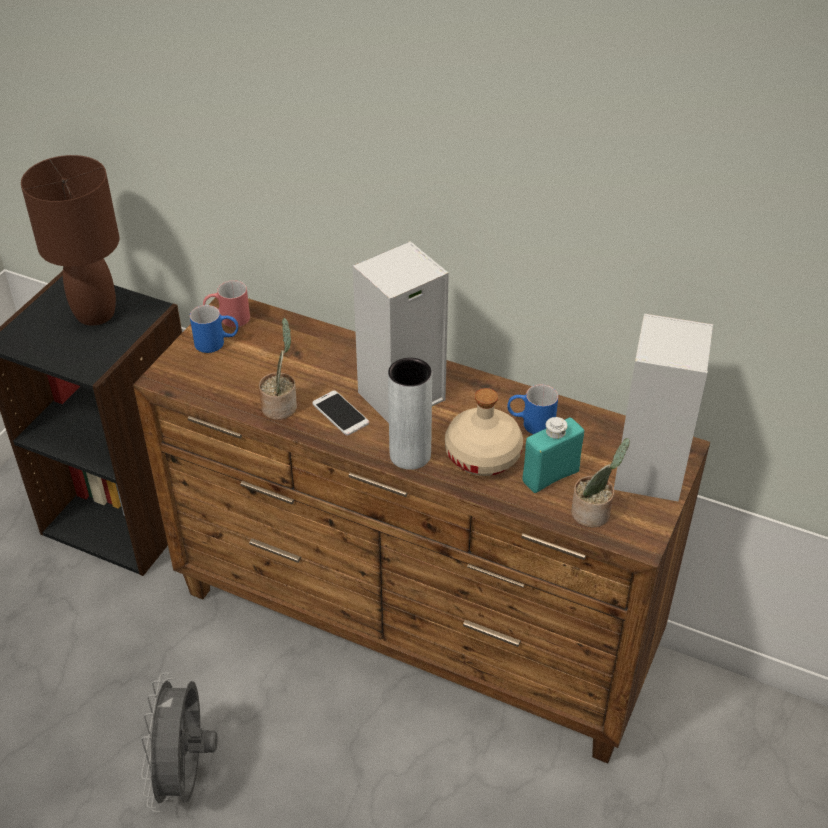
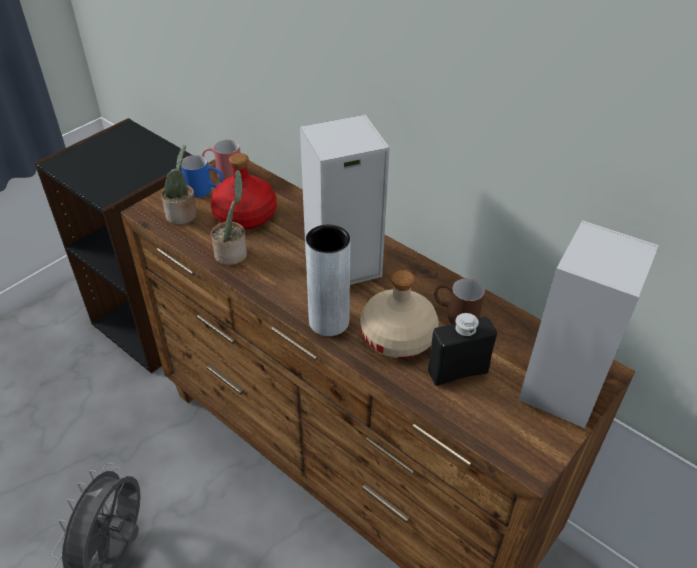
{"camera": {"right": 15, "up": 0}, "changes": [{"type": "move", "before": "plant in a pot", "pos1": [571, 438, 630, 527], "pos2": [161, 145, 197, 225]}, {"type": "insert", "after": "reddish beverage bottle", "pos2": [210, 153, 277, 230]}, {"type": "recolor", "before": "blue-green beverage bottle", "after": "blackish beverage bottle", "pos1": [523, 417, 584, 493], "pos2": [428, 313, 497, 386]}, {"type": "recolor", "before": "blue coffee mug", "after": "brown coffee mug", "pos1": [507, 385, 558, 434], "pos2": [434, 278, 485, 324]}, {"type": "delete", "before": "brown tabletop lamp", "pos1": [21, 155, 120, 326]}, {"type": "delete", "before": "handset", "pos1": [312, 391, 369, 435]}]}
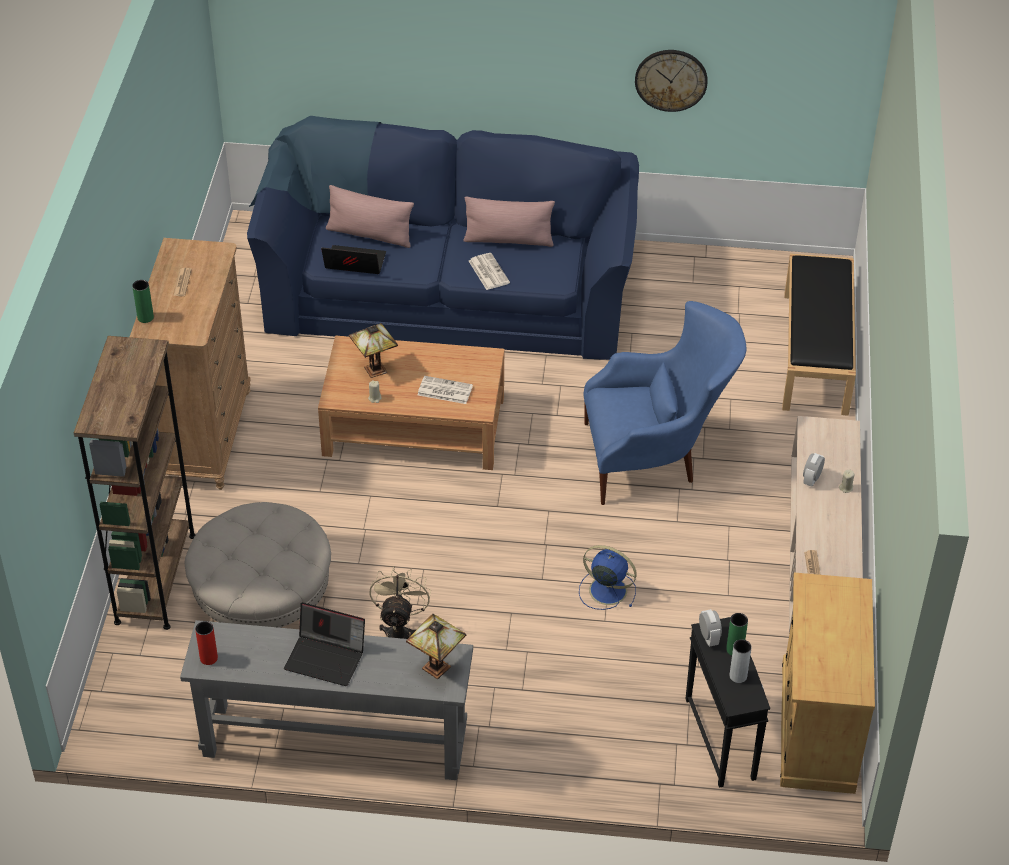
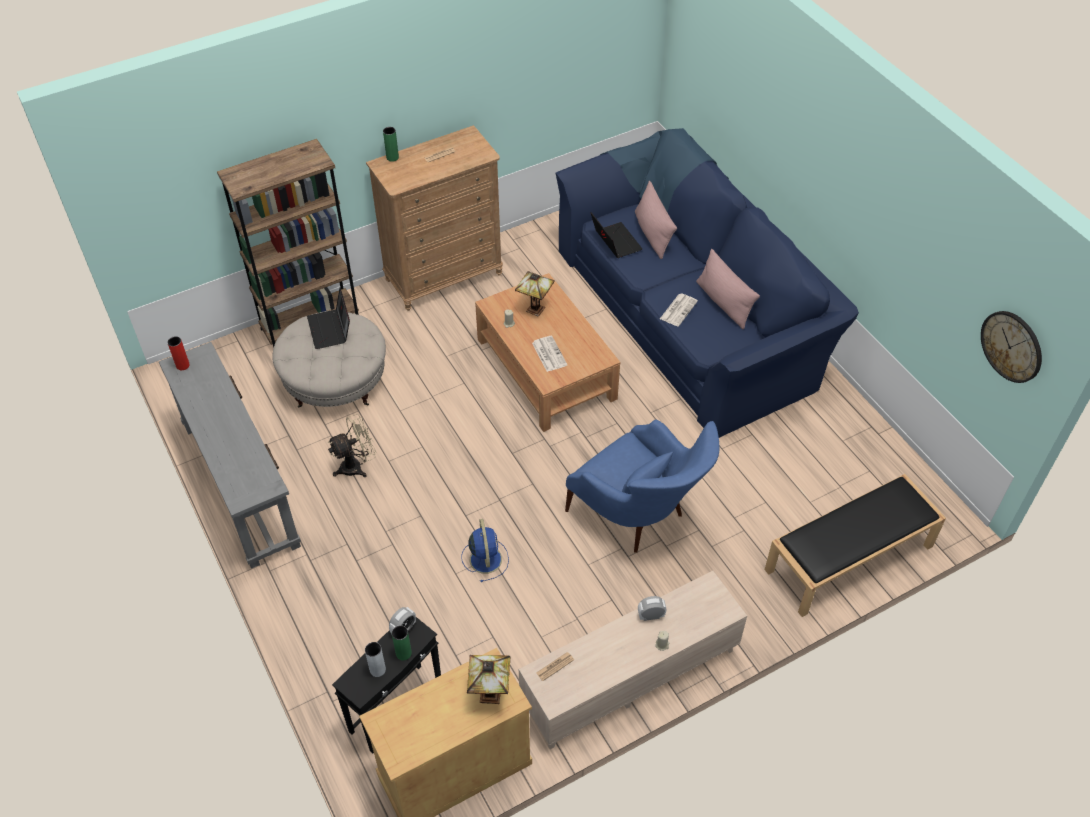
{"camera": {"right": 55, "up": 5}, "changes": [{"type": "move", "before": "laptop", "pos1": [284, 602, 365, 686], "pos2": [307, 288, 350, 349]}, {"type": "move", "before": "tabletop lamp", "pos1": [406, 614, 466, 679], "pos2": [467, 655, 510, 704]}, {"type": "move", "before": "hanging clock", "pos1": [635, 50, 708, 112], "pos2": [981, 311, 1042, 383]}]}
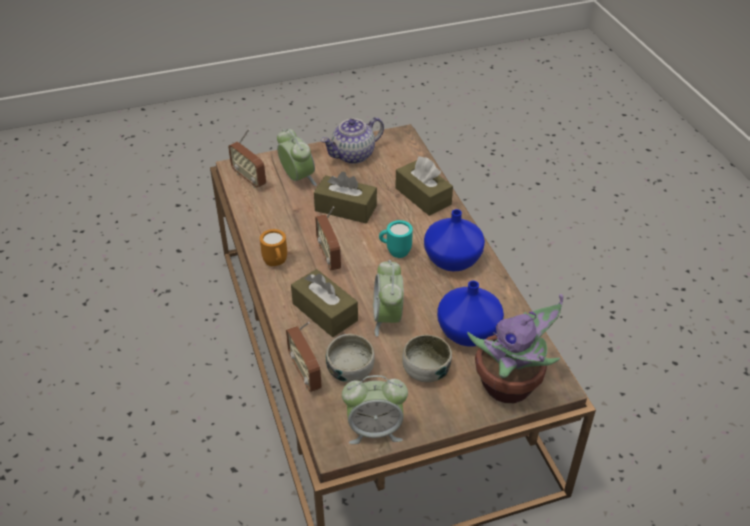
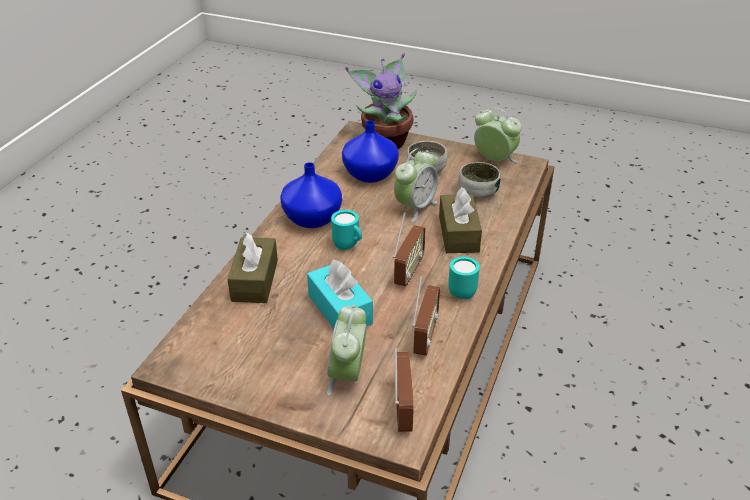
{"camera": {"right": -140, "up": -5}, "changes": [{"type": "recolor", "before": "brown box of tissues", "after": "blue-green box of tissues", "pos1": [314, 172, 377, 223], "pos2": [307, 259, 373, 329]}, {"type": "move", "before": "radio set", "pos1": [286, 322, 322, 392], "pos2": [412, 275, 440, 356]}, {"type": "recolor", "before": "orange-coloured coffee mug", "after": "blue-green coffee mug", "pos1": [260, 229, 287, 266], "pos2": [448, 256, 480, 299]}, {"type": "delete", "before": "tea pot", "pos1": [321, 117, 384, 164]}]}
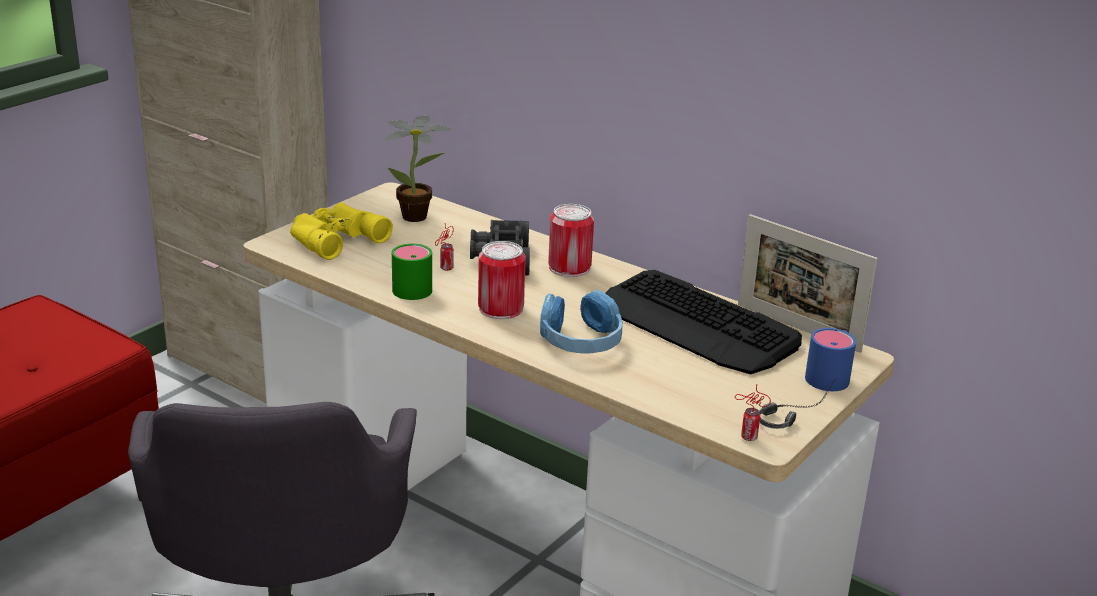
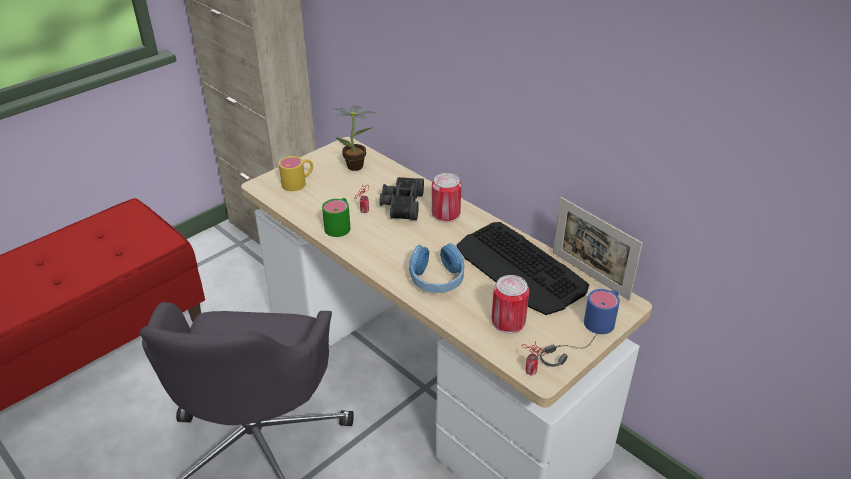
{"camera": {"right": 10, "up": 10}, "changes": [{"type": "replace", "before": "yellow-coloured pair of binoculars", "after": "yellow-coloured coffee mug", "pos1": [290, 202, 393, 260], "pos2": [279, 156, 313, 191]}, {"type": "move", "before": "metal can", "pos1": [478, 241, 526, 319], "pos2": [491, 275, 529, 333]}]}
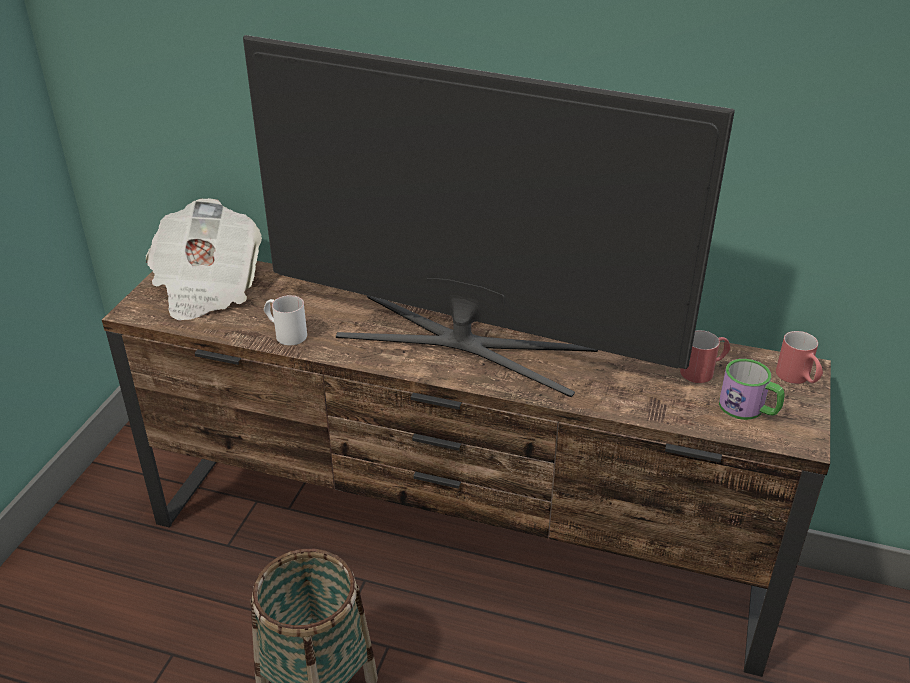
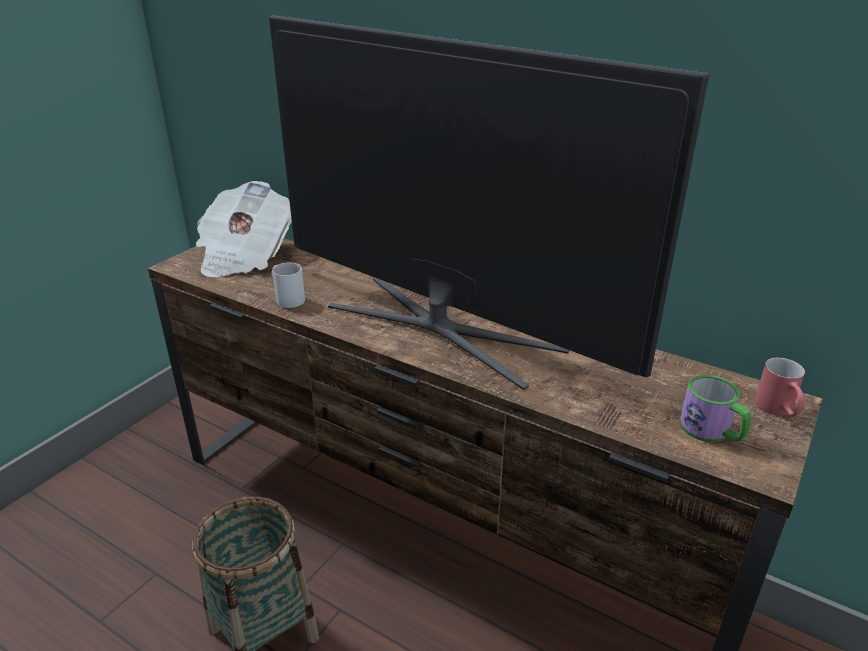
{"camera": {"right": 15, "up": -5}, "changes": [{"type": "delete", "before": "reddish coffee mug", "pos1": [680, 330, 730, 383]}]}
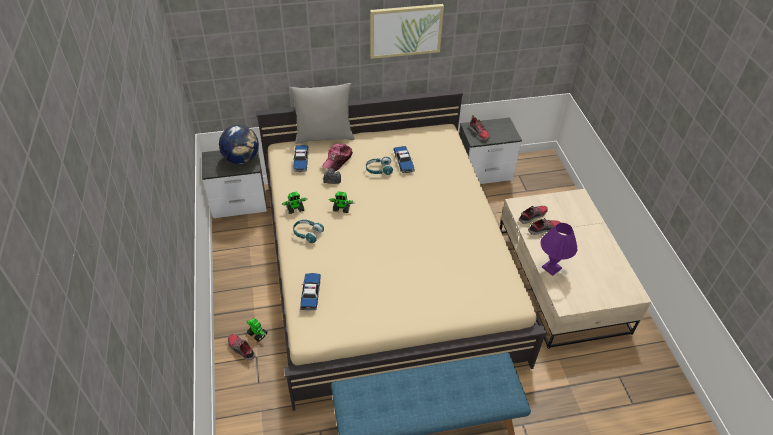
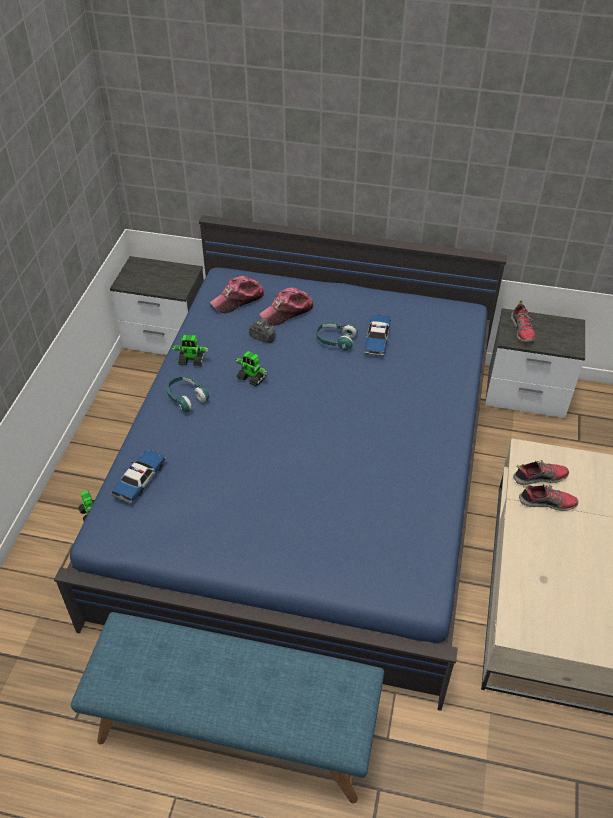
{"camera": {"right": 25, "up": 0}, "changes": [{"type": "recolor", "before": "beige bed", "after": "blue bed", "pos1": [256, 89, 546, 411], "pos2": [54, 215, 507, 711]}, {"type": "replace", "before": "miniature car", "after": "peaked cap", "pos1": [294, 145, 308, 172], "pos2": [210, 276, 265, 313]}, {"type": "delete", "before": "world globe", "pos1": [219, 125, 259, 164]}, {"type": "delete", "before": "shoe", "pos1": [228, 334, 256, 361]}, {"type": "delete", "before": "grey throw pillow", "pos1": [290, 83, 355, 144]}, {"type": "delete", "before": "wall picture", "pos1": [370, 4, 444, 59]}, {"type": "delete", "before": "purple-coloured tabletop lamp", "pos1": [541, 223, 578, 276]}]}
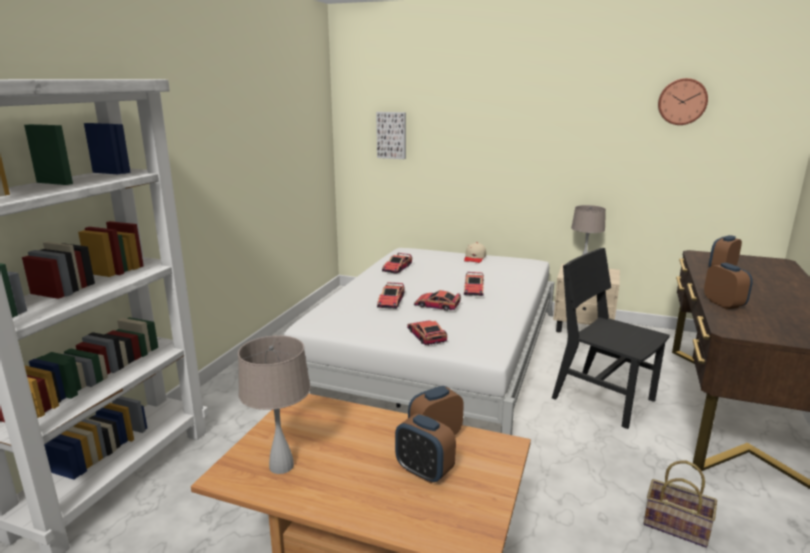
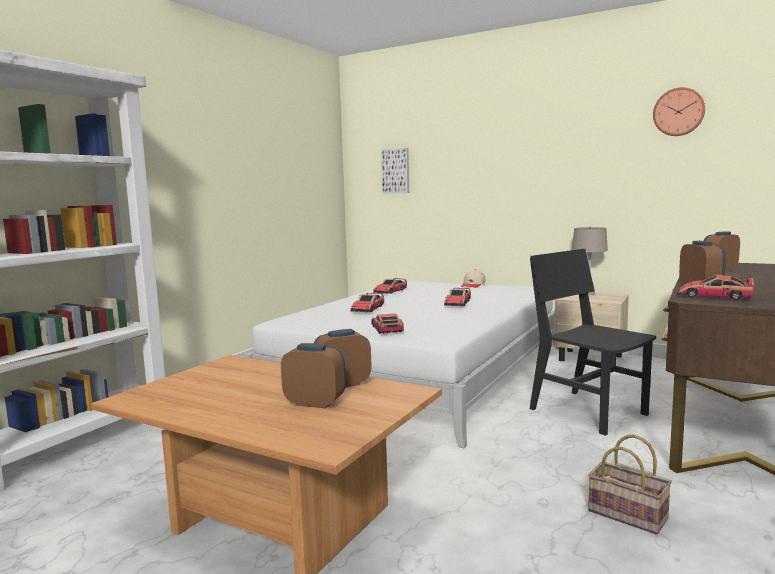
{"camera": {"right": 10, "up": -10}, "changes": [{"type": "rotate", "before": "table clock", "pos1": [395, 414, 456, 483], "pos2": [281, 343, 346, 408], "turn": 150}, {"type": "move", "before": "miniature car", "pos1": [414, 290, 461, 311], "pos2": [677, 275, 754, 301]}, {"type": "delete", "before": "beige tabletop lamp", "pos1": [238, 335, 311, 474]}]}
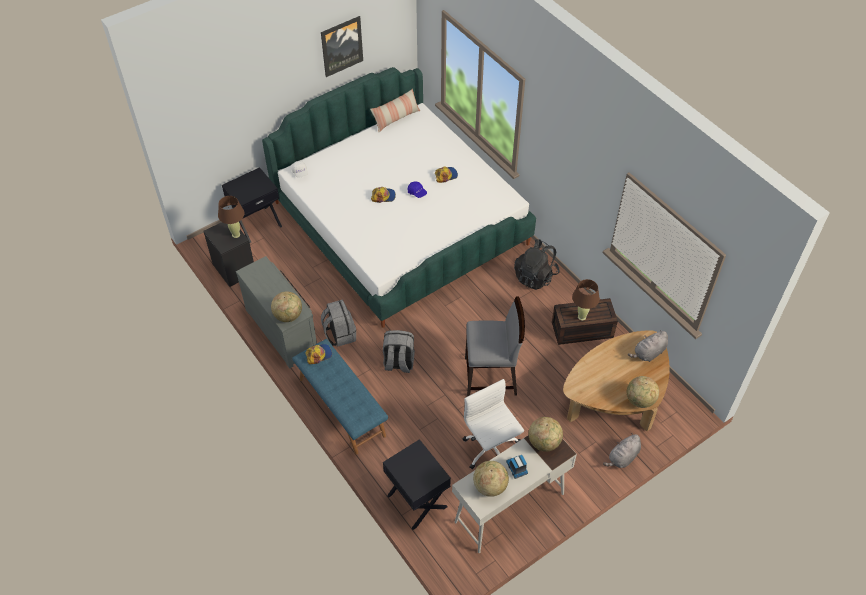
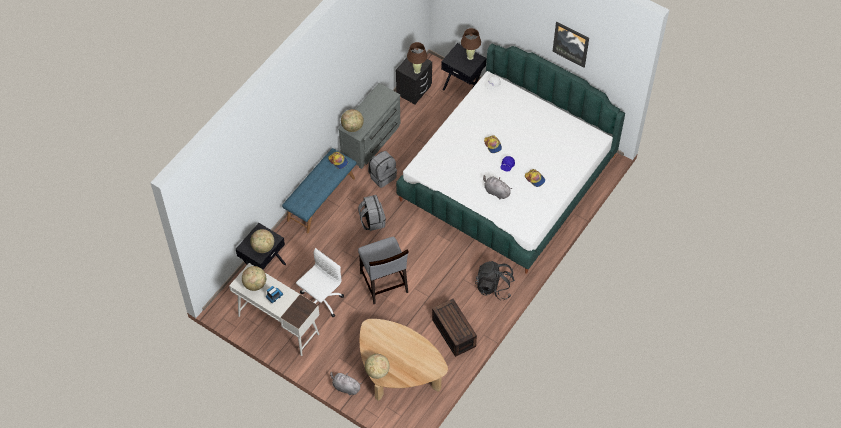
{"camera": {"right": 70, "up": 5}, "changes": [{"type": "move", "before": "world globe", "pos1": [529, 417, 563, 452], "pos2": [250, 229, 274, 253]}, {"type": "move", "before": "brown tabletop lamp", "pos1": [572, 279, 600, 321], "pos2": [461, 28, 481, 60]}, {"type": "move", "before": "grey soft toy", "pos1": [628, 330, 668, 362], "pos2": [483, 175, 512, 199]}, {"type": "delete", "before": "throw pillow", "pos1": [370, 89, 420, 132]}]}
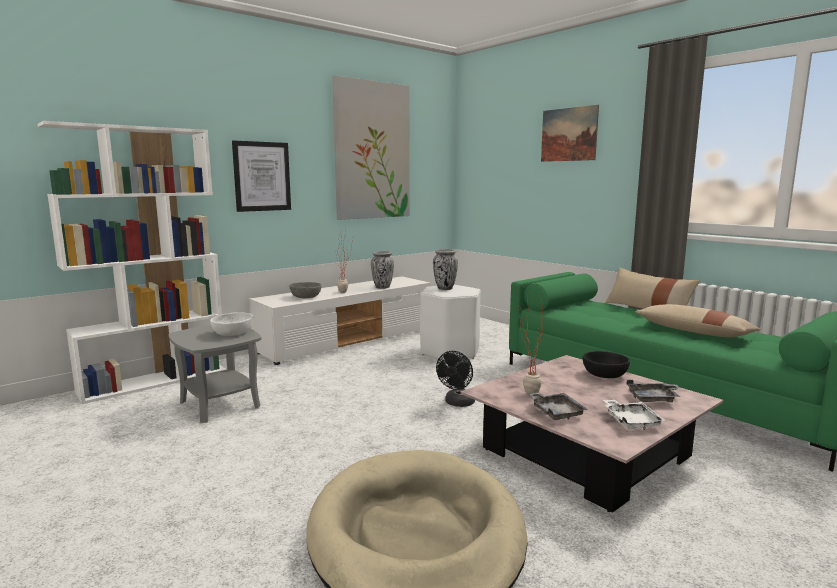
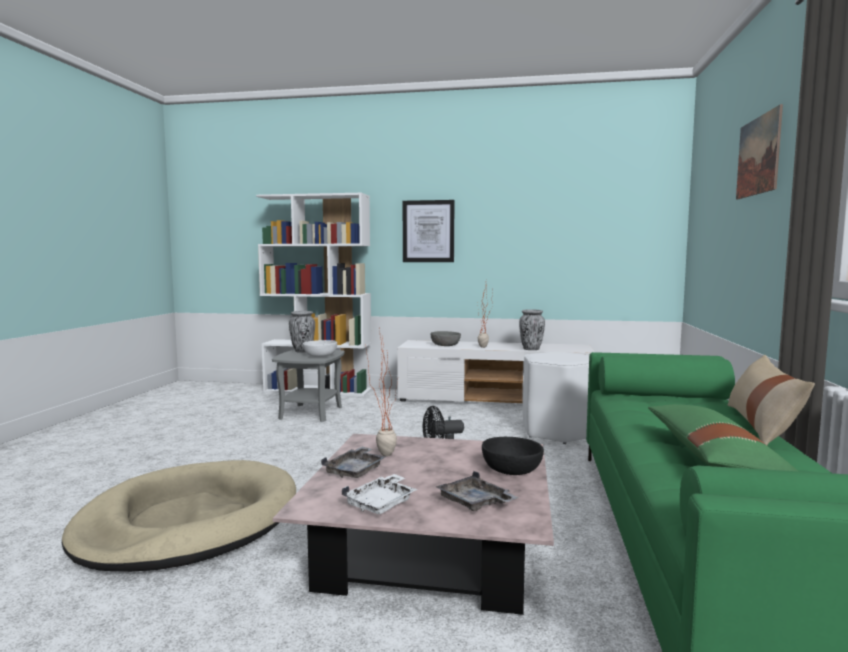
{"camera": {"right": 50, "up": -5}, "changes": [{"type": "move", "before": "decorative vase", "pos1": [433, 249, 458, 290], "pos2": [289, 311, 315, 353]}, {"type": "recolor", "before": "beige throw pillow", "after": "greenish throw pillow", "pos1": [635, 304, 761, 337], "pos2": [648, 404, 798, 471]}, {"type": "delete", "before": "wall picture", "pos1": [332, 75, 410, 220]}]}
